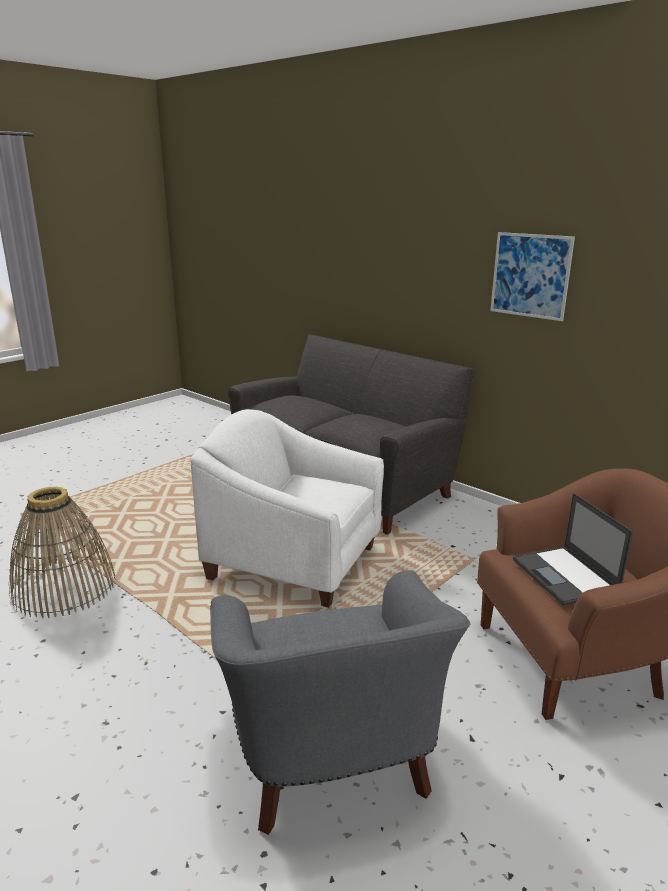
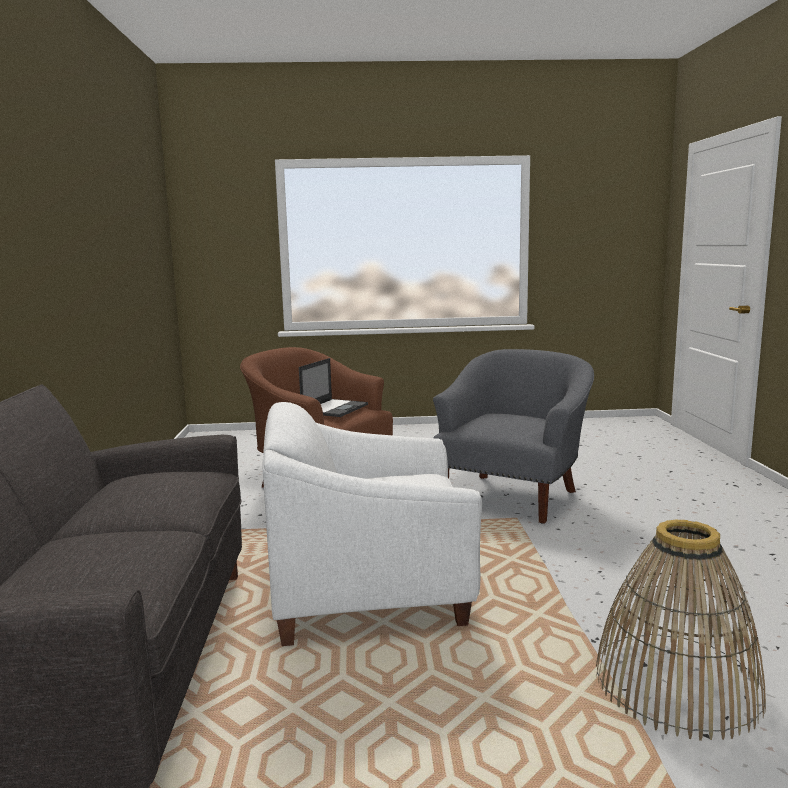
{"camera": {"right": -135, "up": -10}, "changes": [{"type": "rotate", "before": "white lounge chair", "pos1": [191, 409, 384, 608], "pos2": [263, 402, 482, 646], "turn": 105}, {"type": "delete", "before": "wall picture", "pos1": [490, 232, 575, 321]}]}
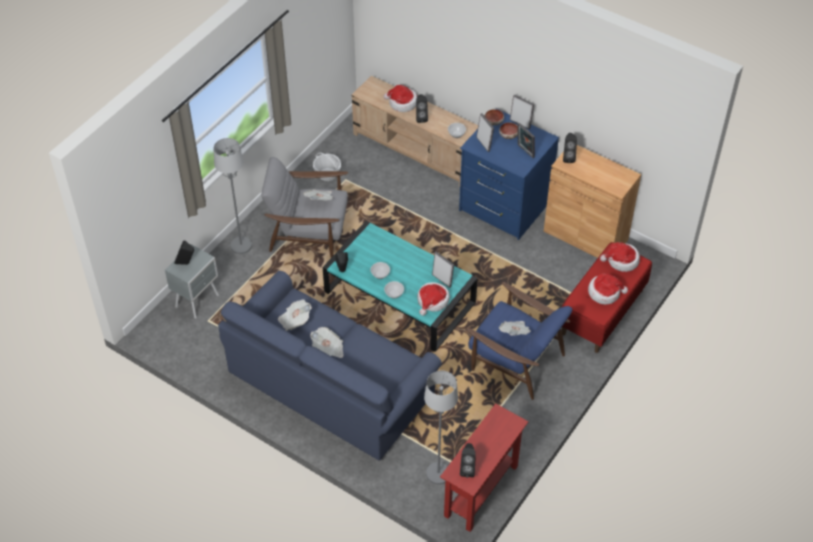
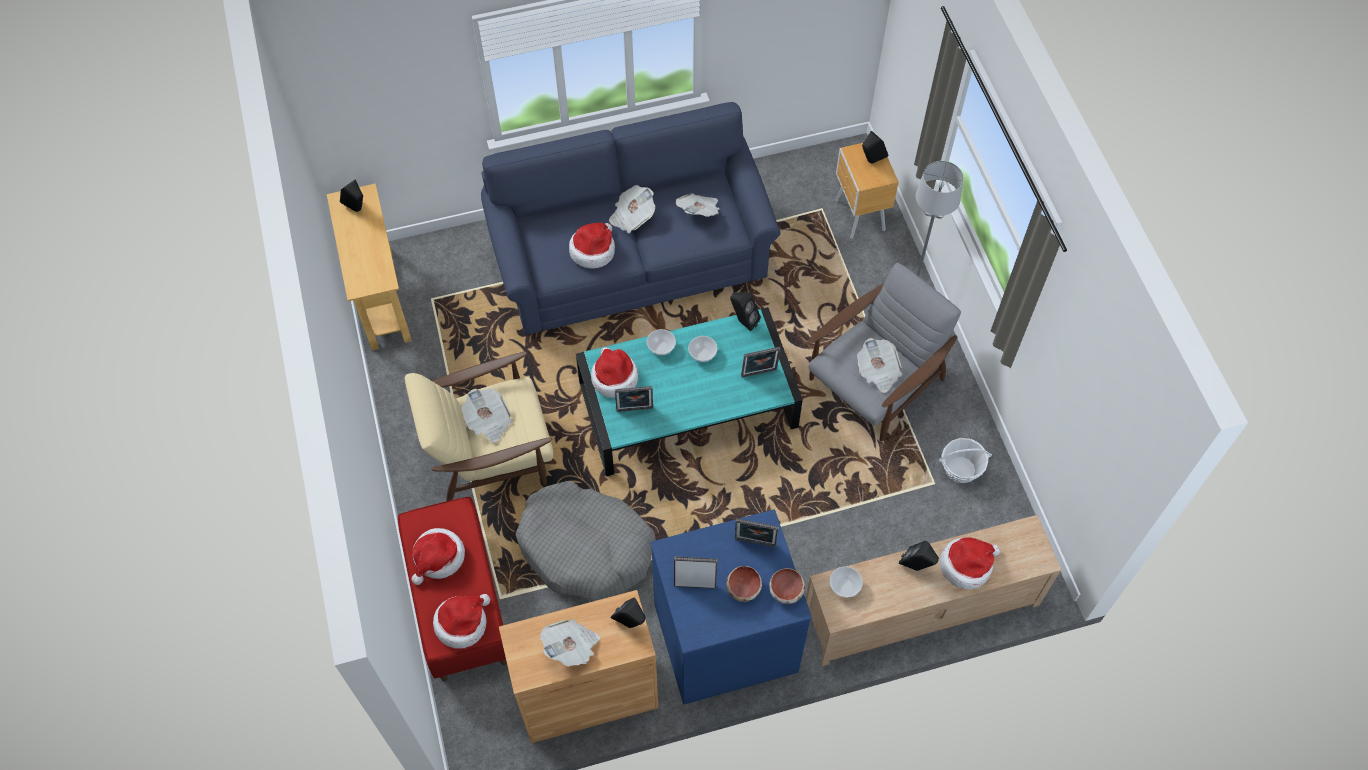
{"camera": {"right": 130, "up": 10}, "changes": [{"type": "recolor", "before": "reddish hall table", "after": "beige hall table", "pos1": [440, 403, 529, 532], "pos2": [327, 183, 412, 351]}, {"type": "recolor", "before": "blue lounge chair", "after": "beige lounge chair", "pos1": [466, 282, 572, 400], "pos2": [405, 352, 553, 501]}, {"type": "insert", "after": "grey dog bed", "pos2": [516, 481, 655, 601]}, {"type": "insert", "after": "daily paper", "pos2": [540, 619, 600, 666]}, {"type": "insert", "after": "hat", "pos2": [569, 223, 615, 269]}, {"type": "move", "before": "picture frame", "pos1": [510, 95, 534, 129], "pos2": [741, 347, 781, 378]}, {"type": "recolor", "before": "grey night table", "after": "brown night table", "pos1": [165, 244, 219, 319], "pos2": [835, 143, 899, 239]}, {"type": "delete", "before": "grey standard lamp", "pos1": [424, 371, 458, 484]}]}
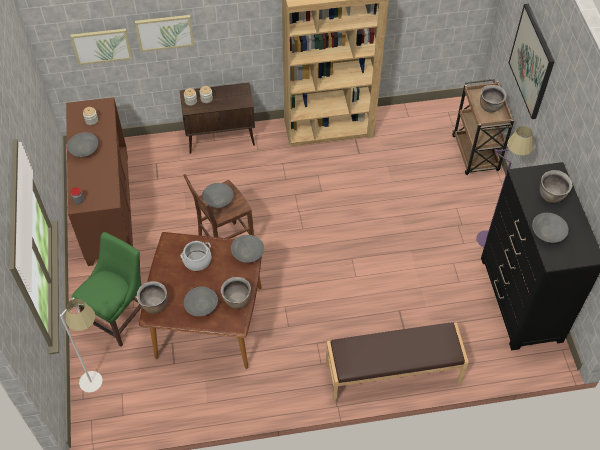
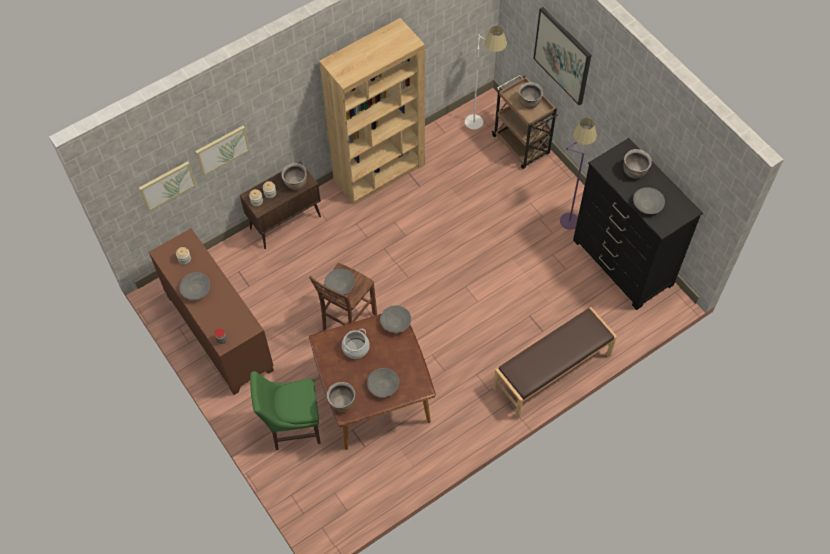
{"camera": {"right": -25, "up": 5}, "changes": [{"type": "rotate", "before": "greenish upright chair", "pos1": [72, 232, 142, 347], "pos2": [250, 371, 321, 450], "turn": -105}, {"type": "move", "before": "brown cooking pot", "pos1": [221, 277, 251, 309], "pos2": [281, 163, 307, 190]}, {"type": "move", "before": "white standard lamp", "pos1": [60, 298, 103, 393], "pos2": [465, 26, 507, 130]}]}
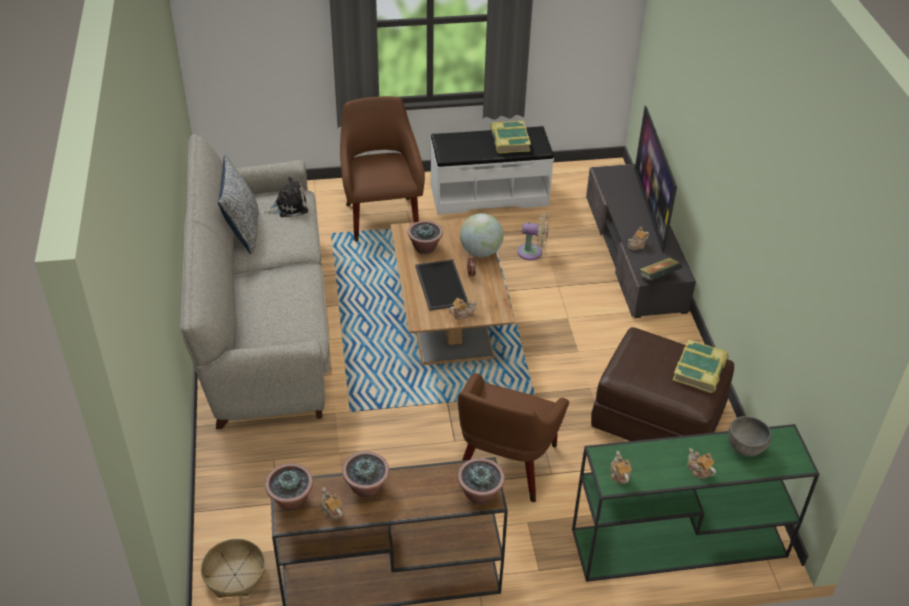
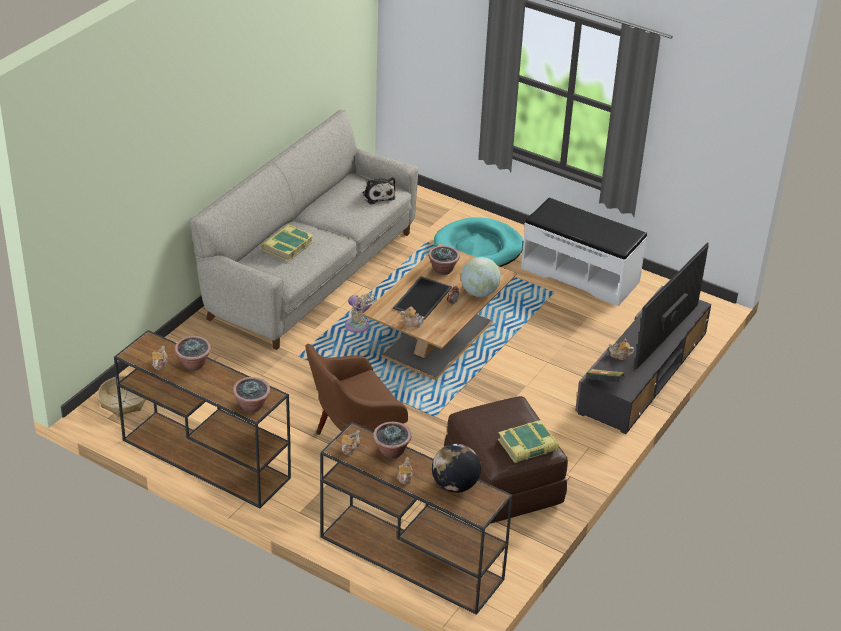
{"camera": {"right": 40, "up": -5}, "changes": [{"type": "move", "before": "book", "pos1": [490, 121, 531, 154], "pos2": [262, 224, 314, 262]}, {"type": "recolor", "before": "greenish hall table", "after": "brown hall table", "pos1": [572, 424, 819, 582], "pos2": [320, 422, 513, 615]}, {"type": "move", "before": "beige electric fan", "pos1": [517, 213, 549, 260], "pos2": [345, 293, 378, 333]}, {"type": "rotate", "before": "soft toy", "pos1": [264, 177, 308, 217], "pos2": [363, 177, 395, 204], "turn": 45}, {"type": "move", "before": "plant in a pot", "pos1": [265, 463, 313, 510], "pos2": [373, 422, 412, 459]}, {"type": "replace", "before": "grey bowl", "after": "world globe", "pos1": [728, 416, 772, 456], "pos2": [432, 444, 481, 493]}, {"type": "replace", "before": "brown lounge chair", "after": "blue-green dog bed", "pos1": [340, 96, 425, 242], "pos2": [434, 217, 523, 267]}, {"type": "delete", "before": "throw pillow", "pos1": [218, 154, 258, 254]}]}
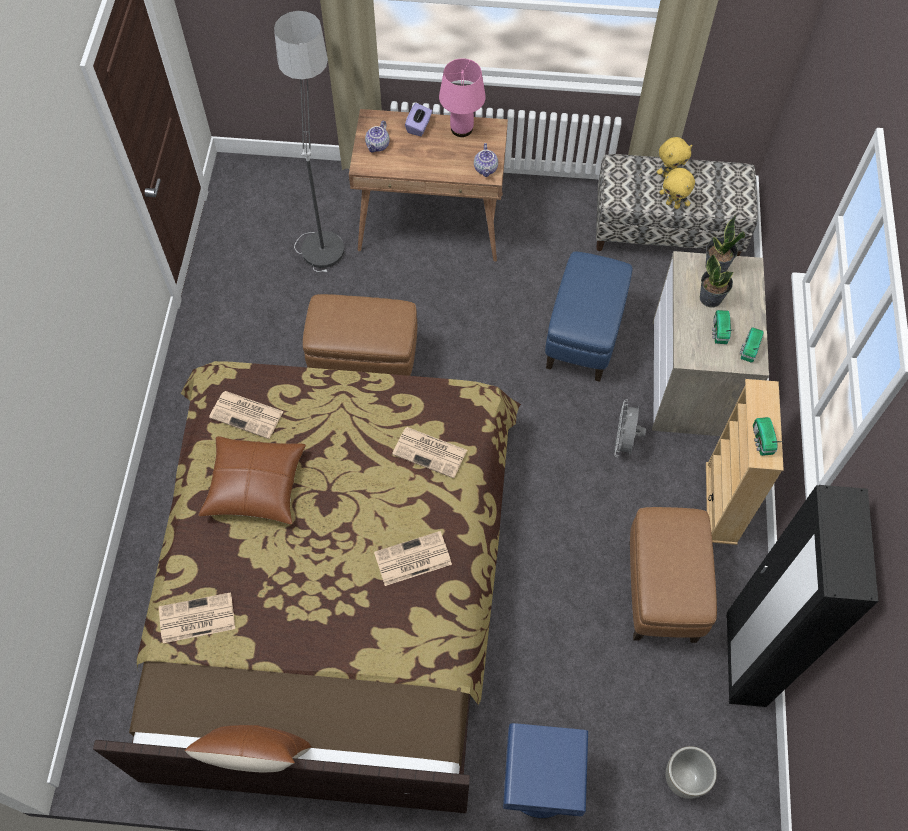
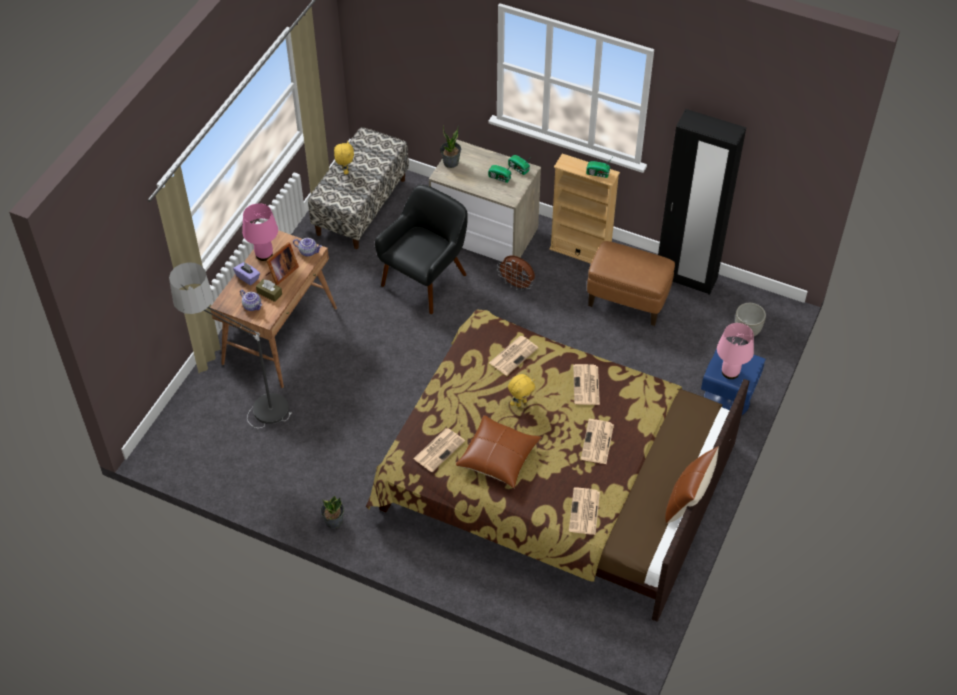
{"camera": {"right": -70, "up": -10}, "changes": [{"type": "insert", "after": "brown box of tissues", "pos2": [256, 279, 282, 302]}, {"type": "insert", "after": "picture frame", "pos2": [266, 242, 299, 285]}, {"type": "move", "before": "plant in a pot", "pos1": [700, 254, 734, 307], "pos2": [320, 496, 344, 529]}, {"type": "replace", "before": "blue footrest", "after": "blackish lounge chair", "pos1": [545, 252, 632, 382], "pos2": [375, 185, 468, 314]}, {"type": "recolor", "before": "grey electric fan", "after": "brown electric fan", "pos1": [614, 400, 646, 457], "pos2": [497, 256, 535, 291]}, {"type": "move", "before": "yellow-coloured soft toy", "pos1": [659, 168, 695, 209], "pos2": [508, 374, 535, 407]}, {"type": "insert", "after": "daily paper", "pos2": [581, 419, 614, 464]}, {"type": "insert", "after": "pinkish tabletop lamp", "pos2": [717, 323, 754, 379]}, {"type": "delete", "before": "brown footrest", "pos1": [303, 294, 417, 376]}]}
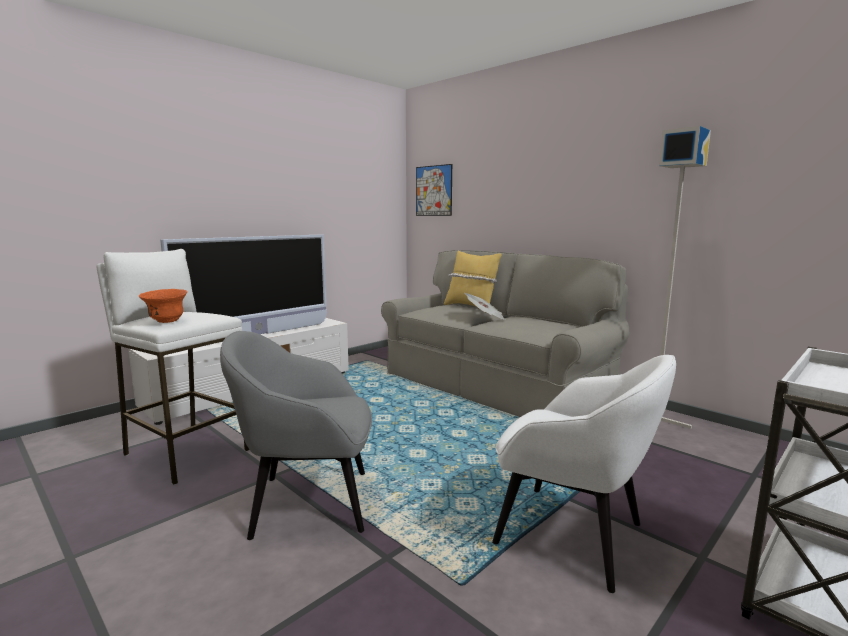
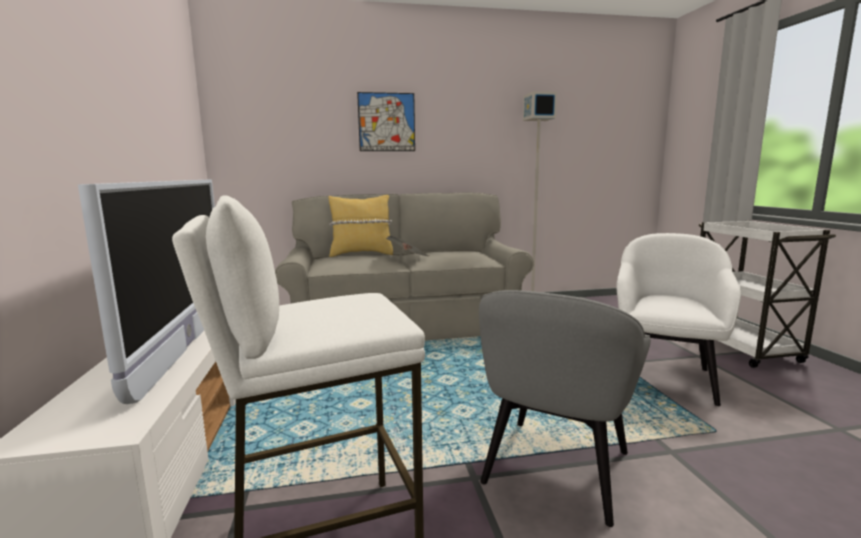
{"camera": {"right": -55, "up": 0}, "changes": [{"type": "move", "before": "wall picture", "pos1": [416, 164, 452, 216], "pos2": [357, 92, 415, 151]}, {"type": "rotate", "before": "white lounge chair", "pos1": [492, 355, 676, 593], "pos2": [616, 233, 741, 406], "turn": -45}, {"type": "delete", "before": "orange-coloured bowl", "pos1": [139, 289, 187, 323]}]}
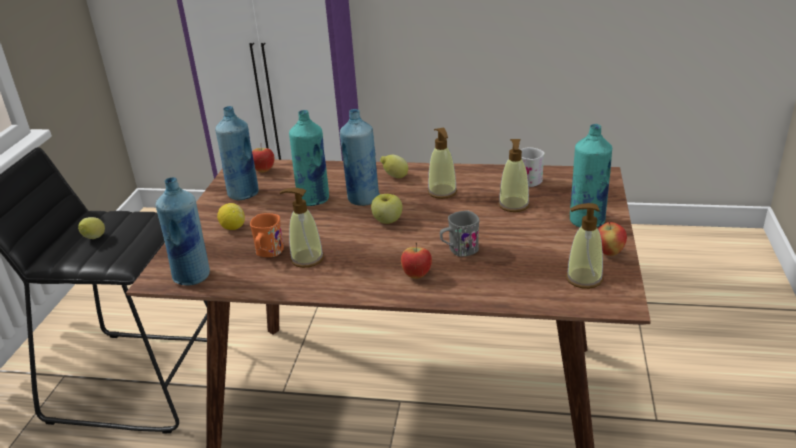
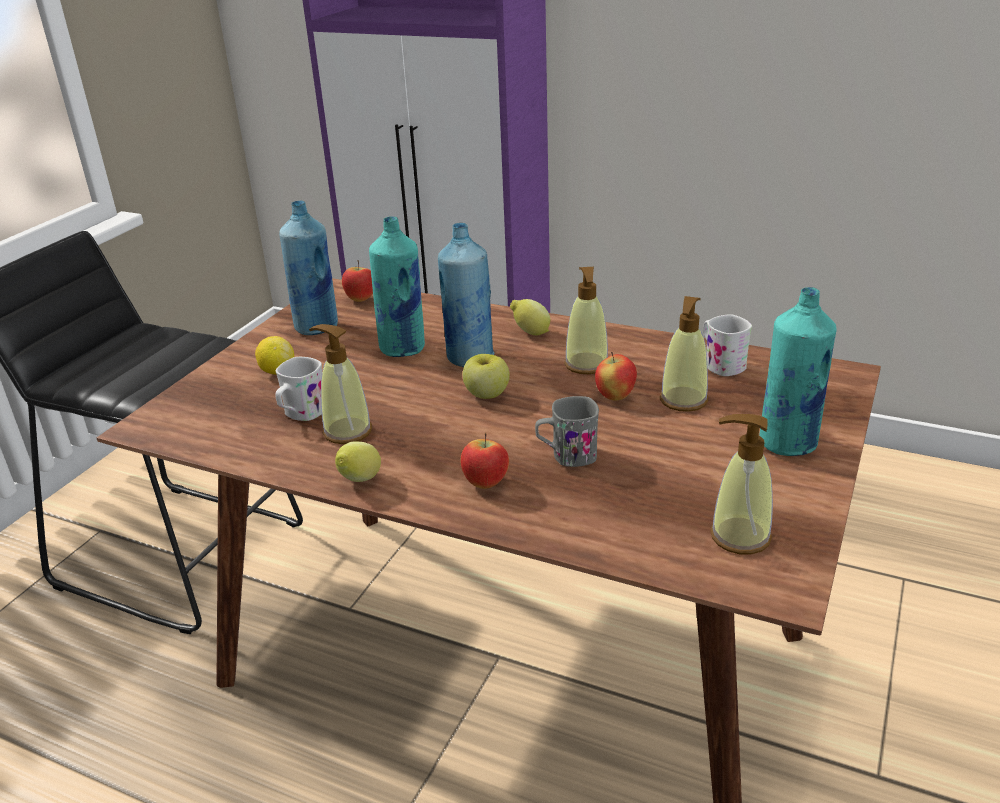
{"camera": {"right": 15, "up": 0}, "changes": [{"type": "recolor", "before": "orange-coloured coffee mug", "after": "white coffee mug", "pos1": [250, 213, 284, 257], "pos2": [275, 357, 322, 421]}, {"type": "move", "before": "whole lemon", "pos1": [78, 217, 105, 239], "pos2": [335, 441, 381, 482]}, {"type": "move", "before": "apple", "pos1": [598, 221, 627, 256], "pos2": [595, 352, 637, 401]}, {"type": "delete", "before": "blue beverage bottle", "pos1": [155, 177, 210, 285]}]}
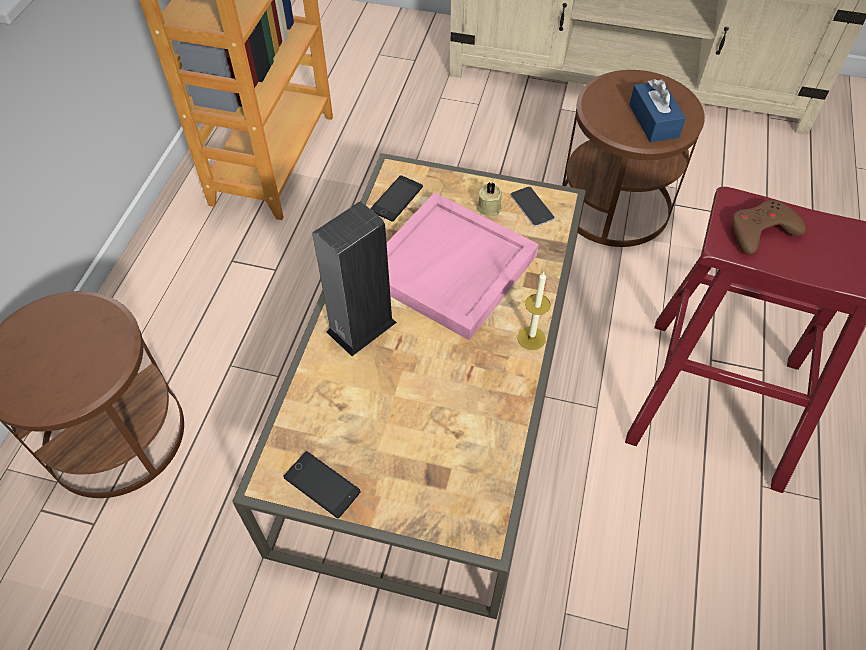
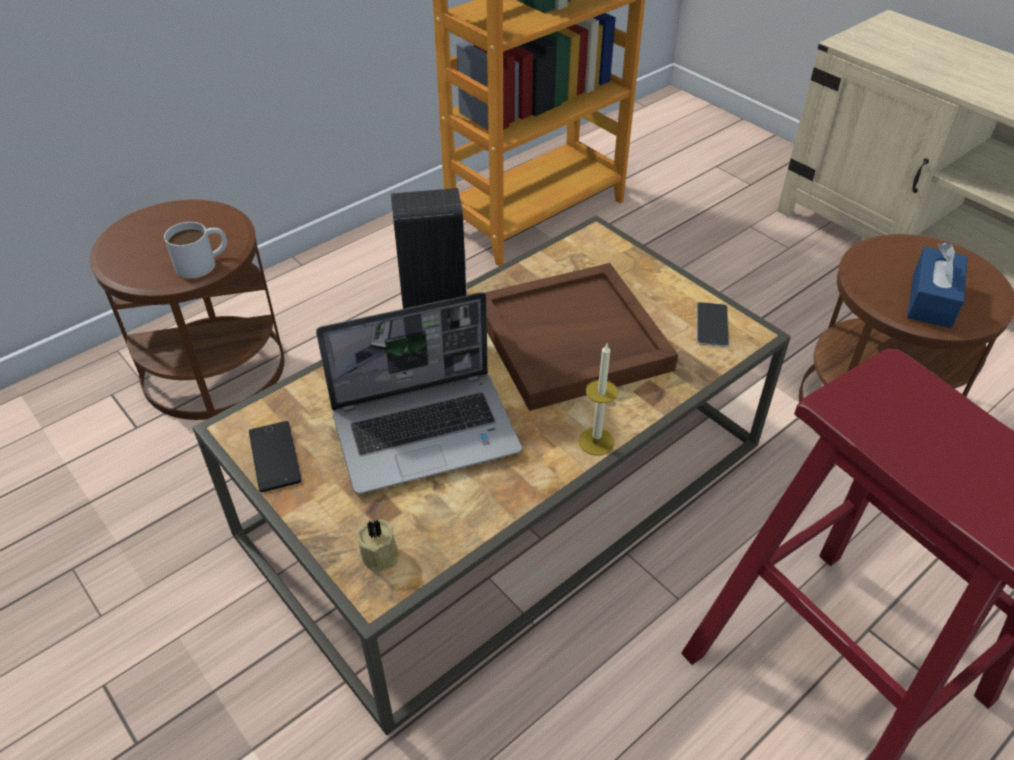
{"camera": {"right": 35, "up": -10}, "changes": [{"type": "insert", "after": "white coffee mug", "pos2": [164, 222, 227, 279]}, {"type": "insert", "after": "laptop", "pos2": [316, 292, 522, 494]}, {"type": "move", "before": "beige wax light", "pos1": [476, 182, 502, 216], "pos2": [356, 519, 398, 572]}, {"type": "recolor", "before": "pinkish serving tray", "after": "brown serving tray", "pos1": [387, 192, 539, 341], "pos2": [485, 263, 678, 411]}, {"type": "delete", "before": "handset", "pos1": [370, 175, 423, 222]}, {"type": "delete", "before": "brown game controller", "pos1": [732, 200, 806, 255]}]}
